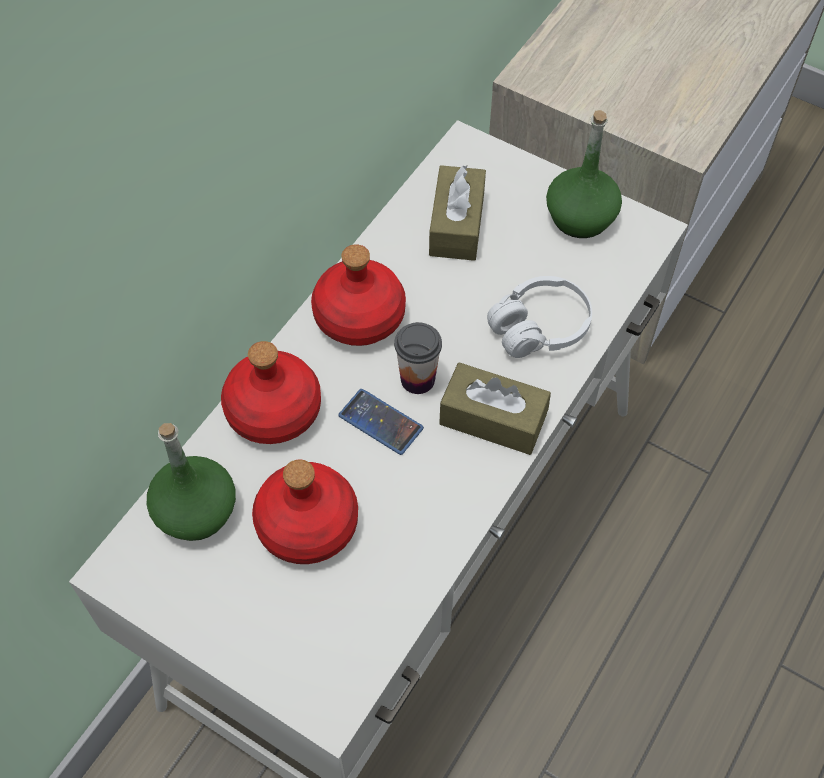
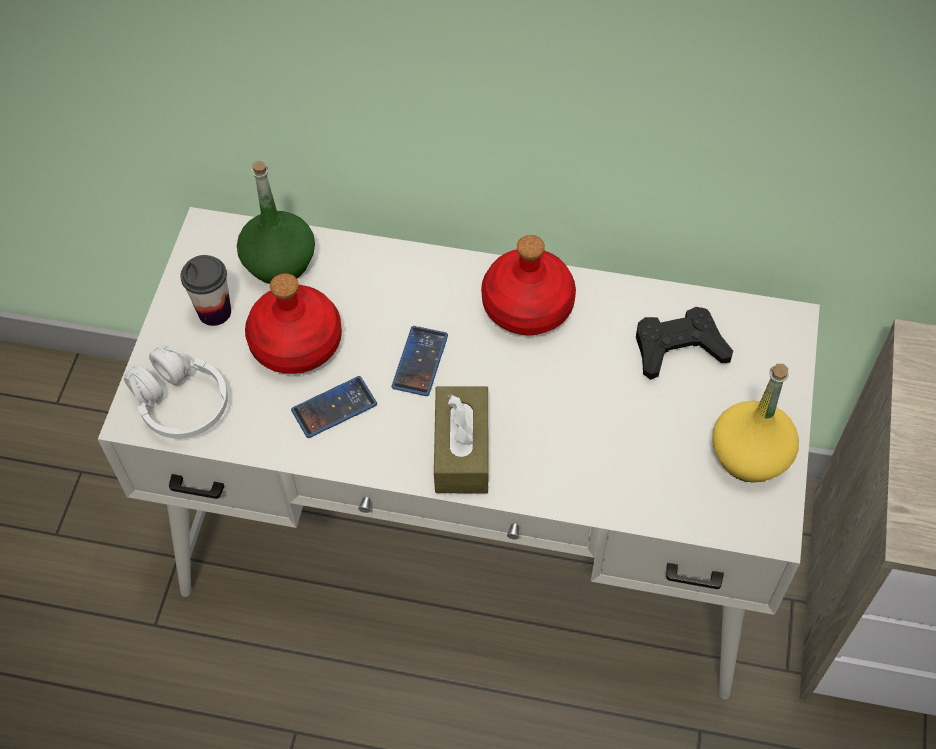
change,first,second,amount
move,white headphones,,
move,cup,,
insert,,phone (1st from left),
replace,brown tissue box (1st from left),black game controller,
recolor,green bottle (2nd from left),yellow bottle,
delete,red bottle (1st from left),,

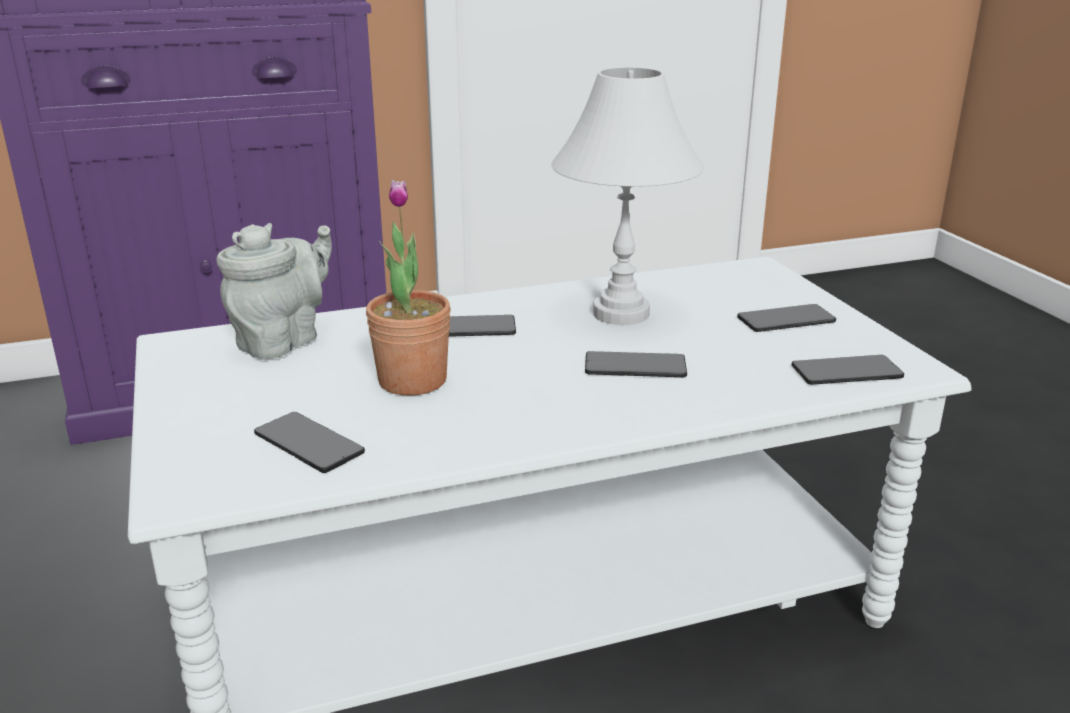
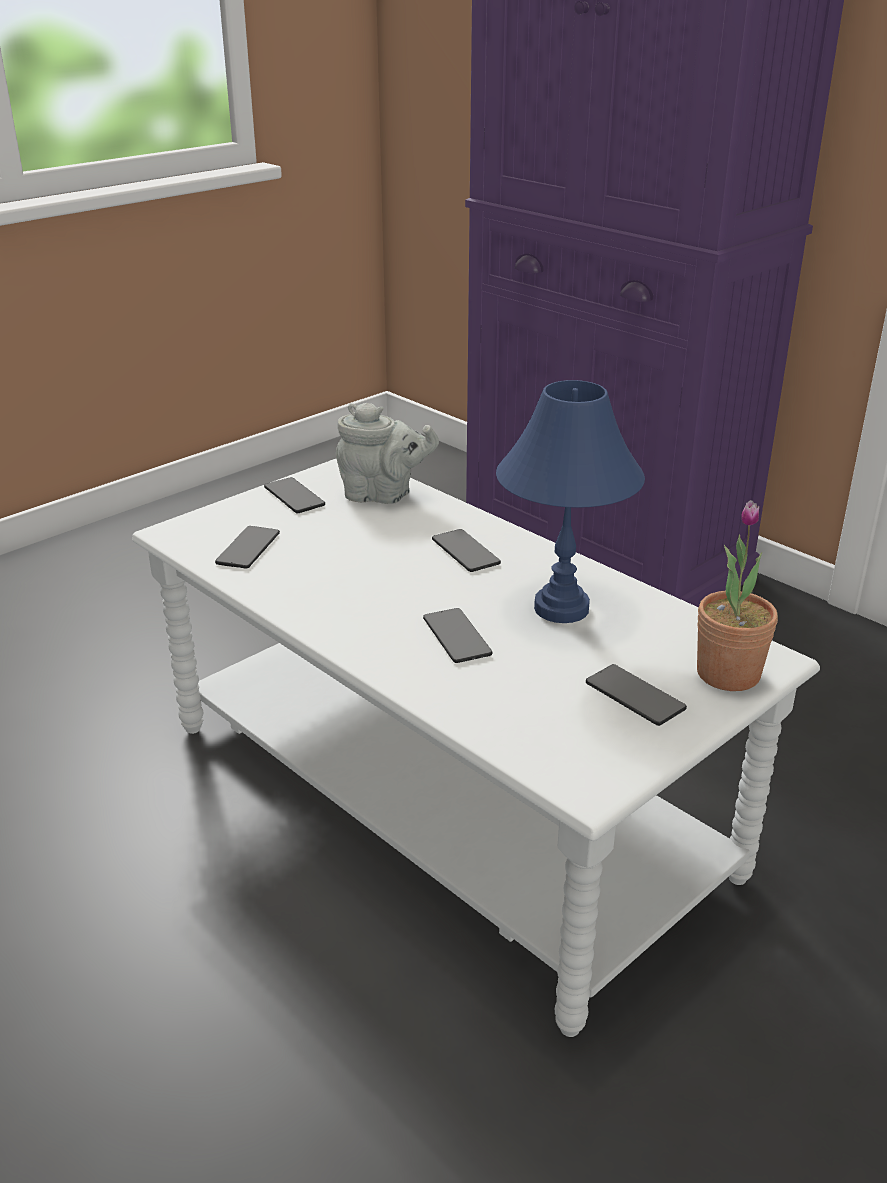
change,first,second,amount
move,phone (5th from left in the first image),phone (2nd from left),
recolor,white table lamp,blue table lamp,
move,potted plant,,

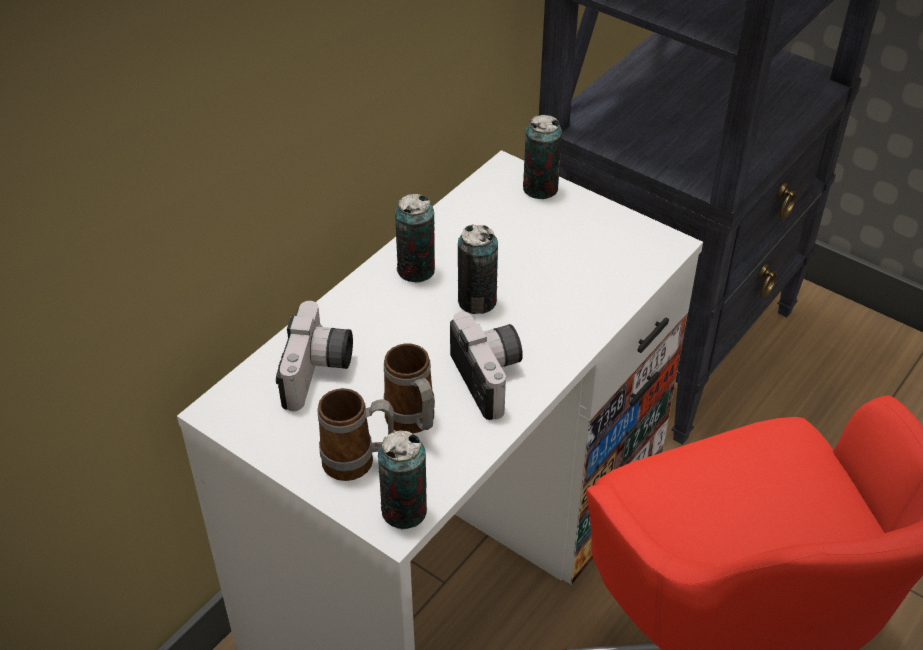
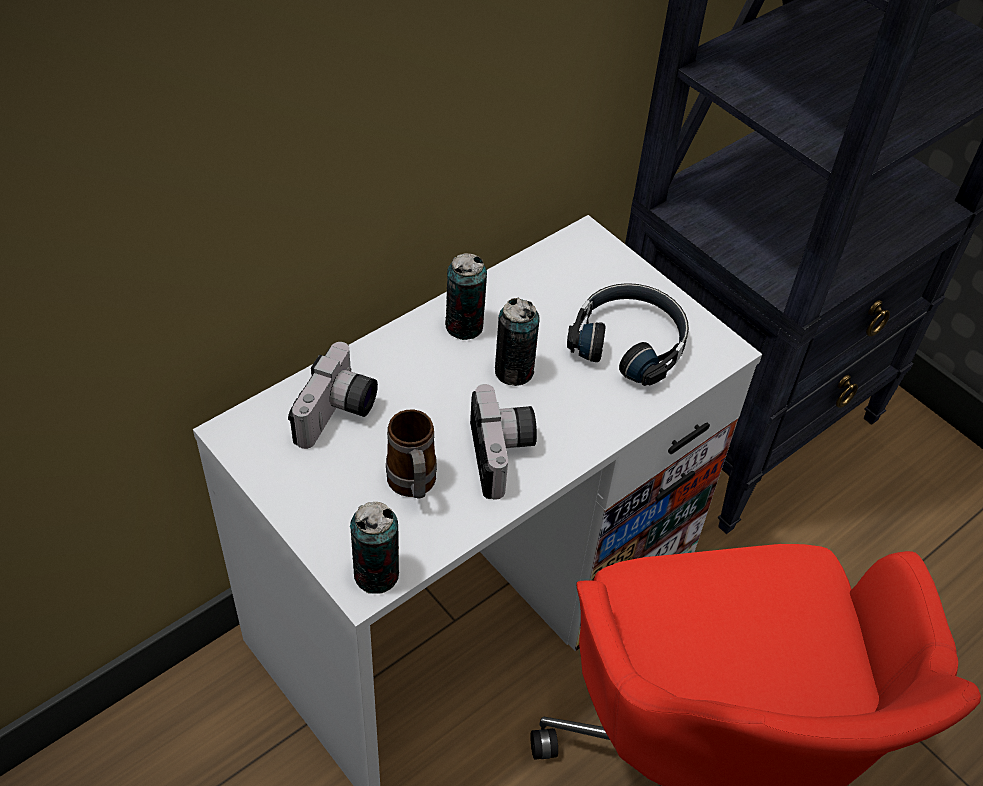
change,first,second,amount
insert,,black headphones,
delete,mug (1st from left),,
delete,can (4th from left),,

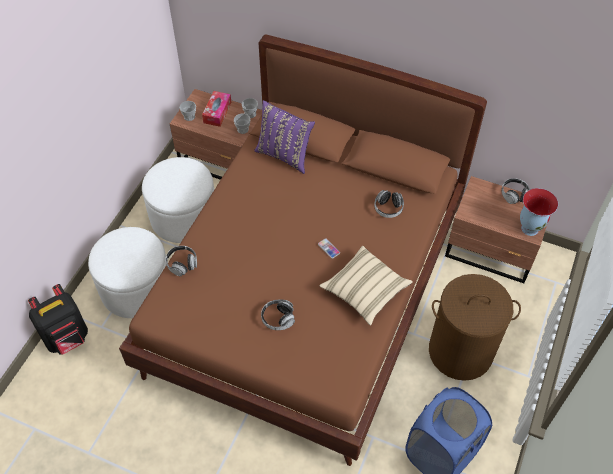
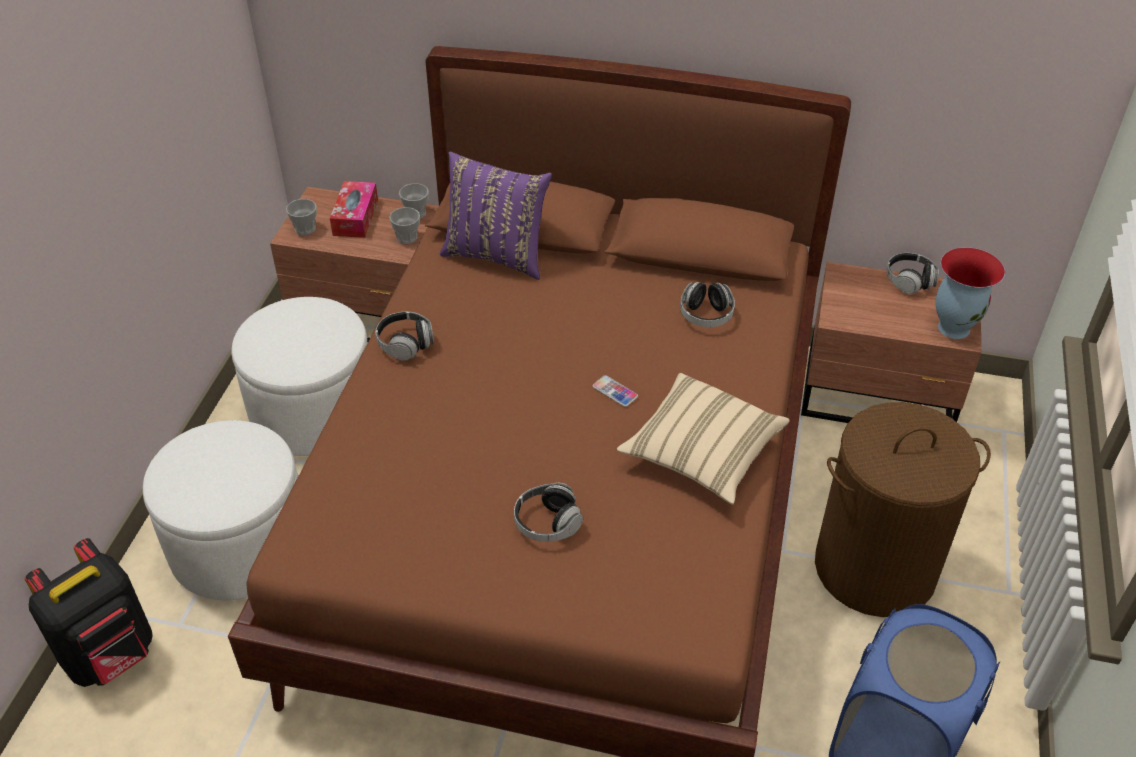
change,first,second,amount
move,headphones (1st from left),,

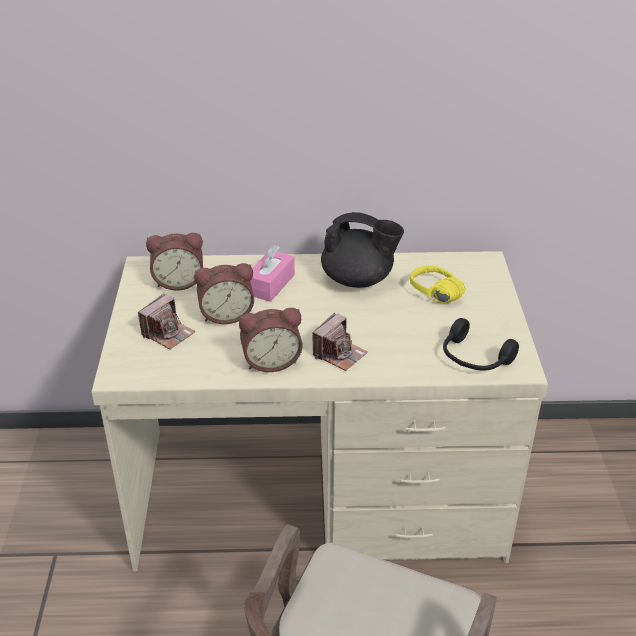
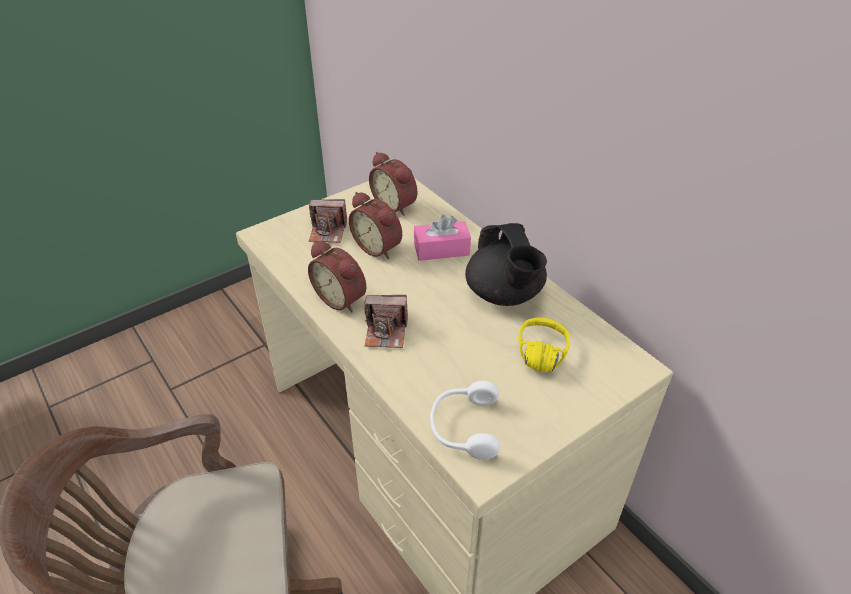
change,first,second,amount
recolor,black headphones,white headphones,

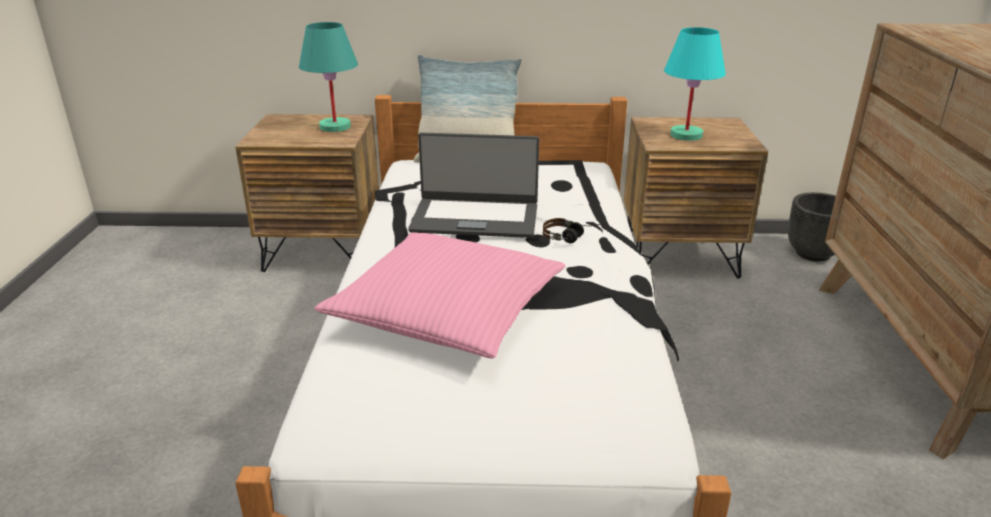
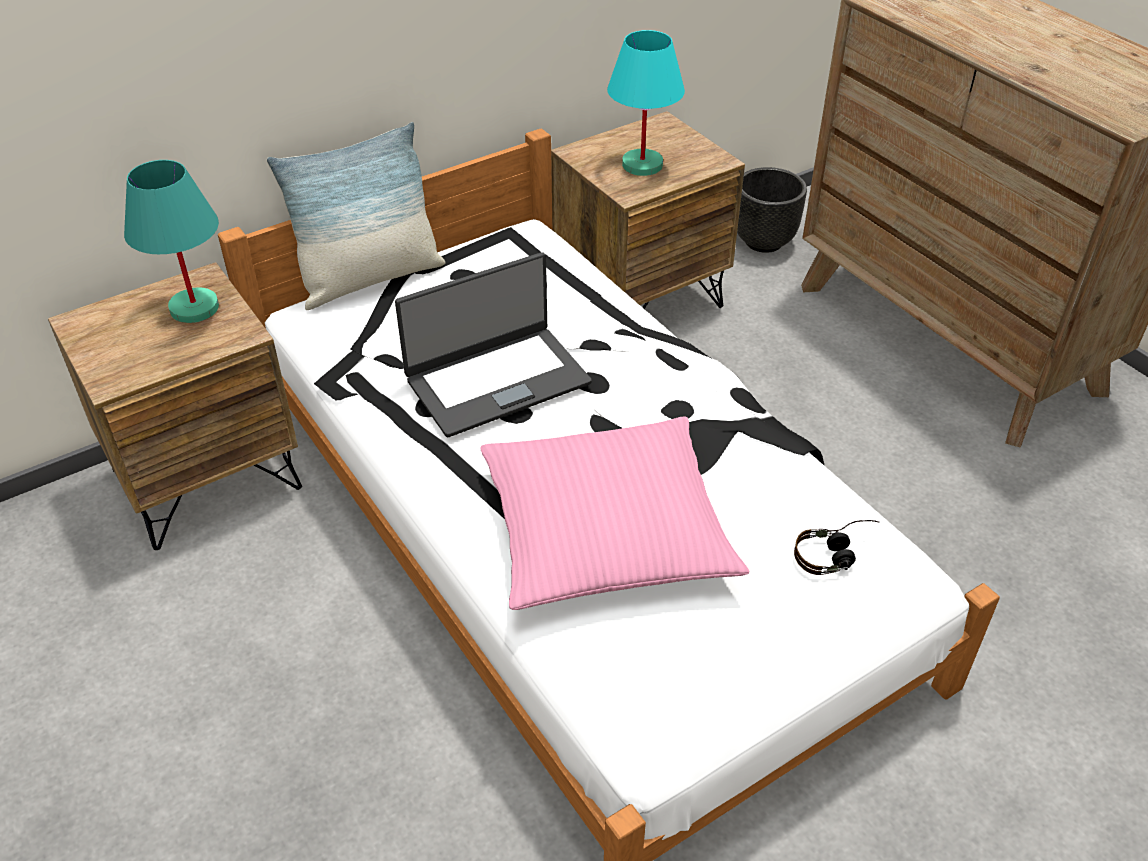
change,first,second,amount
move,headphones,,

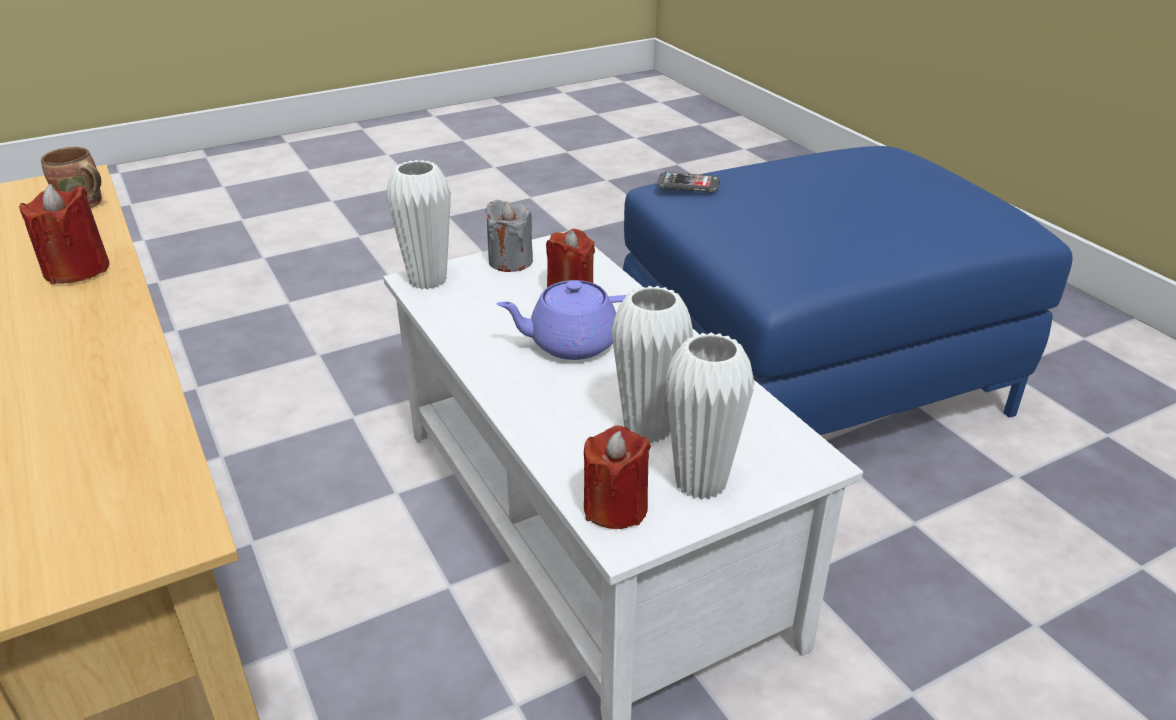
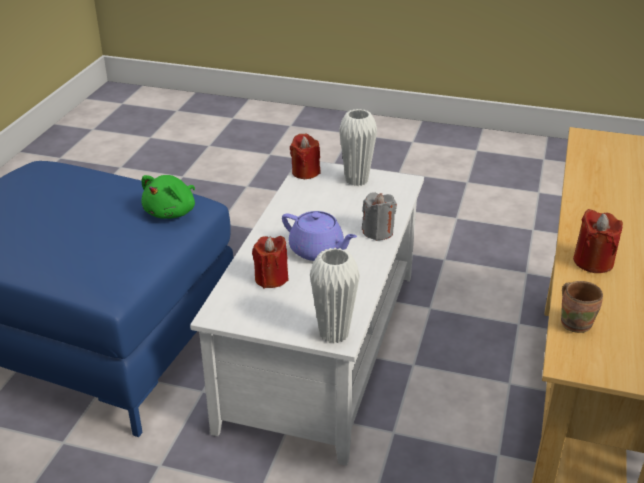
change,first,second,amount
insert,,green plush toy,
move,red candle (3rd from left in the first image),red candle (2nd from left),
move,grey candle,,
delete,white vase (2nd from left),,
delete,phone,,

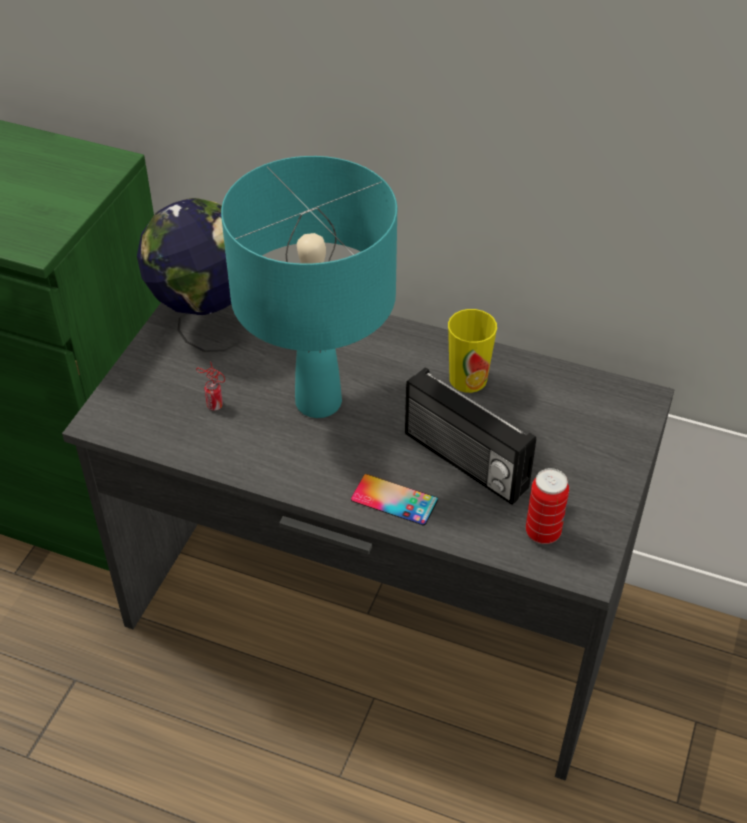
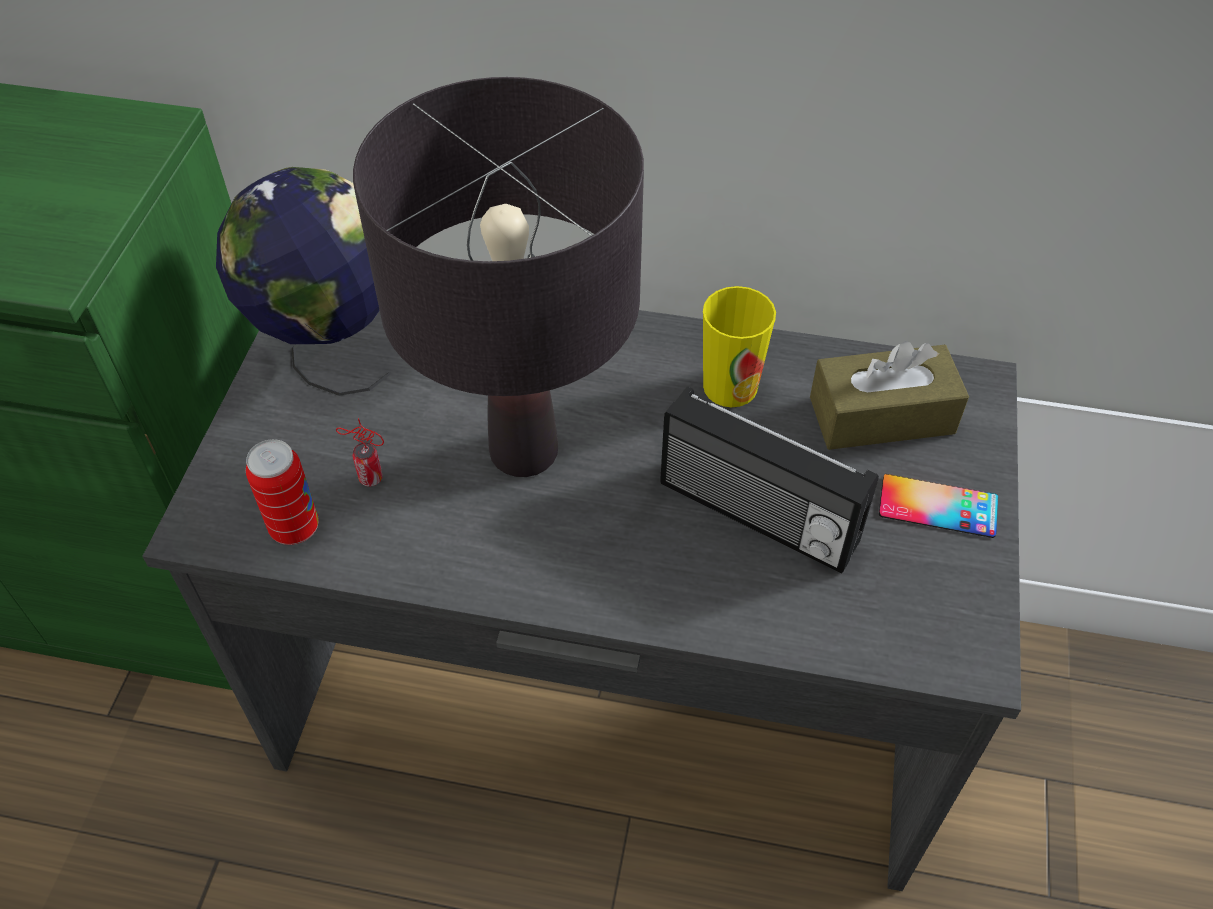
change,first,second,amount
move,can (2nd from left in the first image),can (1st from left),
recolor,turquoise table lamp,black table lamp,
insert,,brown tissue box,
move,phone,,

